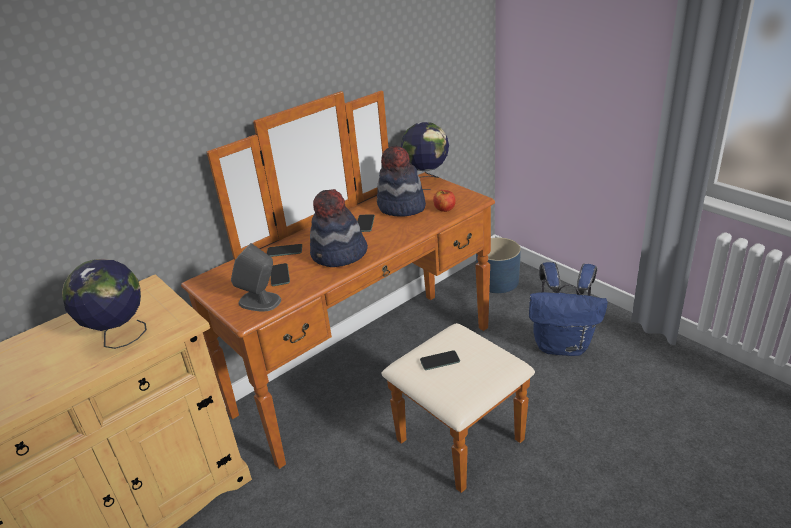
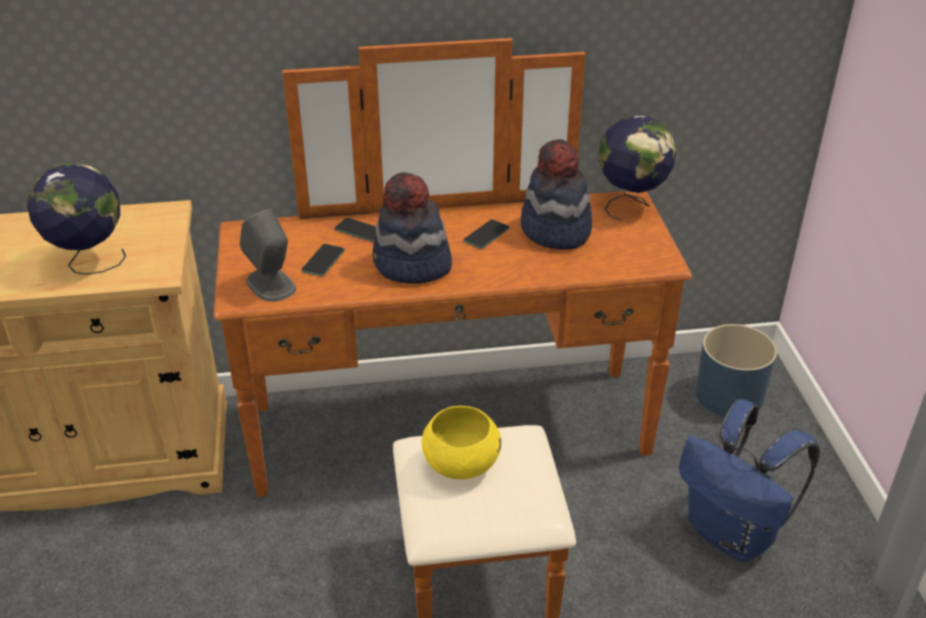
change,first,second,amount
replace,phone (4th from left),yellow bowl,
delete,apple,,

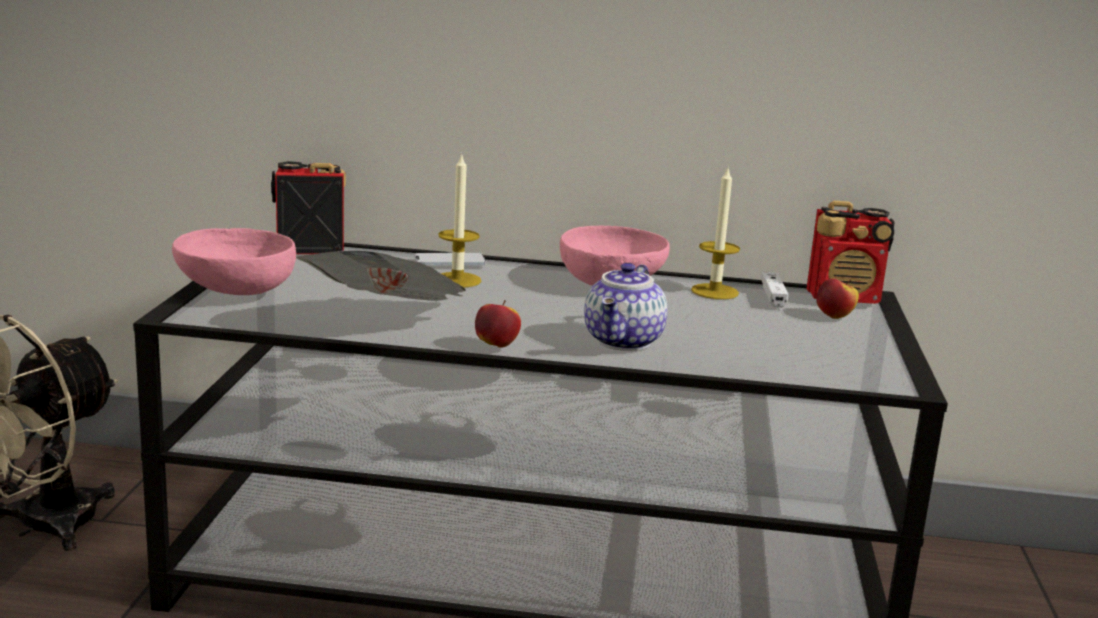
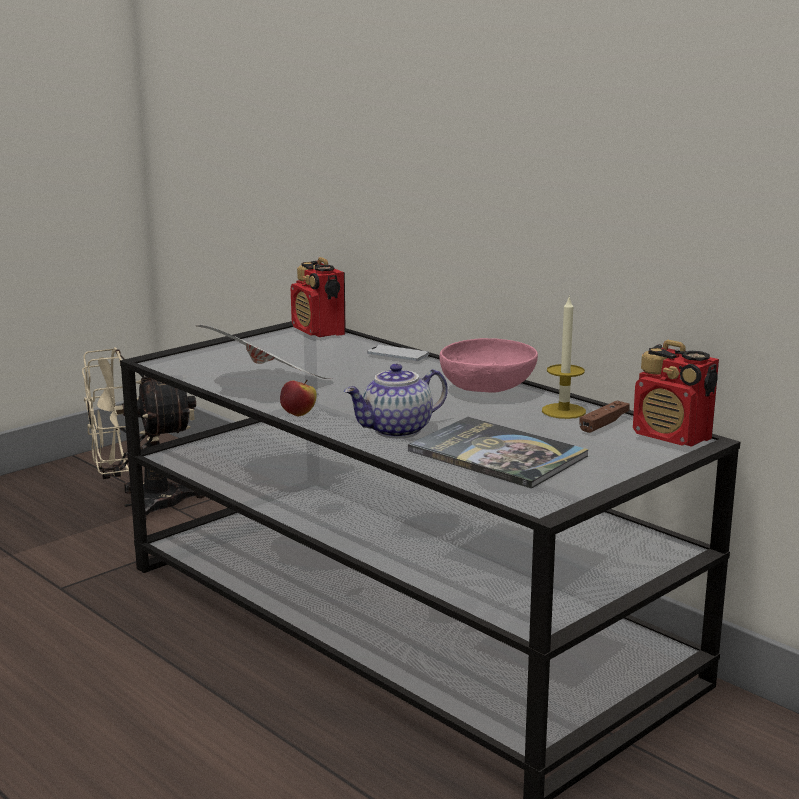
change,first,second,amount
rotate,radio (1st from left),,150 degrees counterclockwise
insert,,book,
recolor,white game controller,brown game controller,
delete,pink bowl (1st from left),,
delete,candle (1st from left),,
delete,apple (2nd from left),,

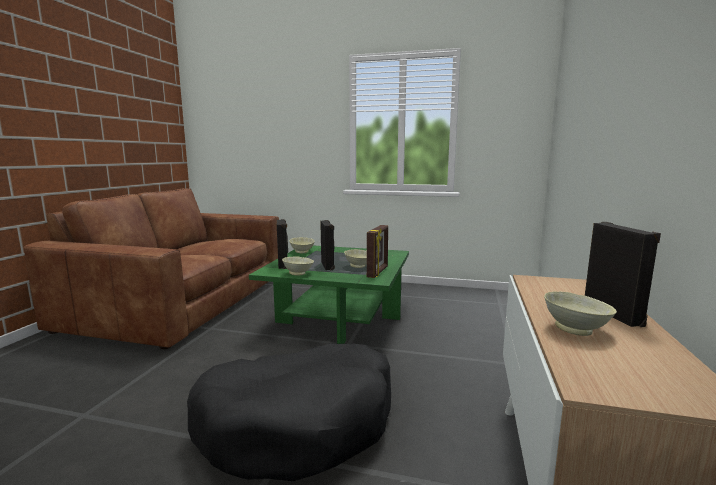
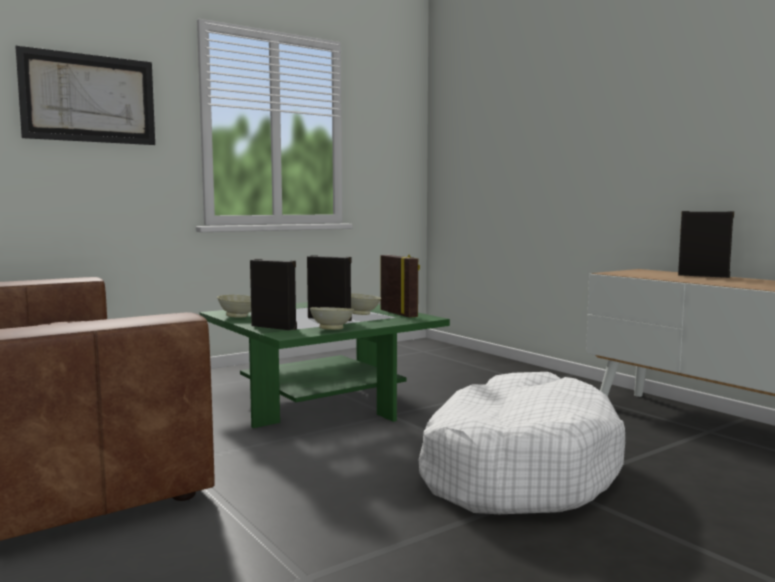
change,first,second,amount
insert,,picture,
recolor,black dog bed,white dog bed,
delete,beige bowl (4th from left),,

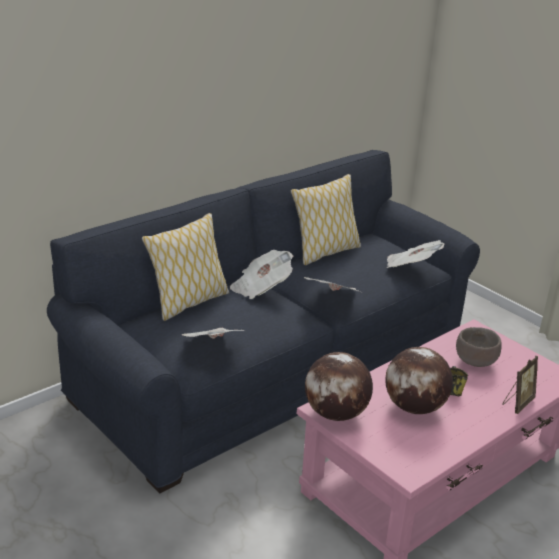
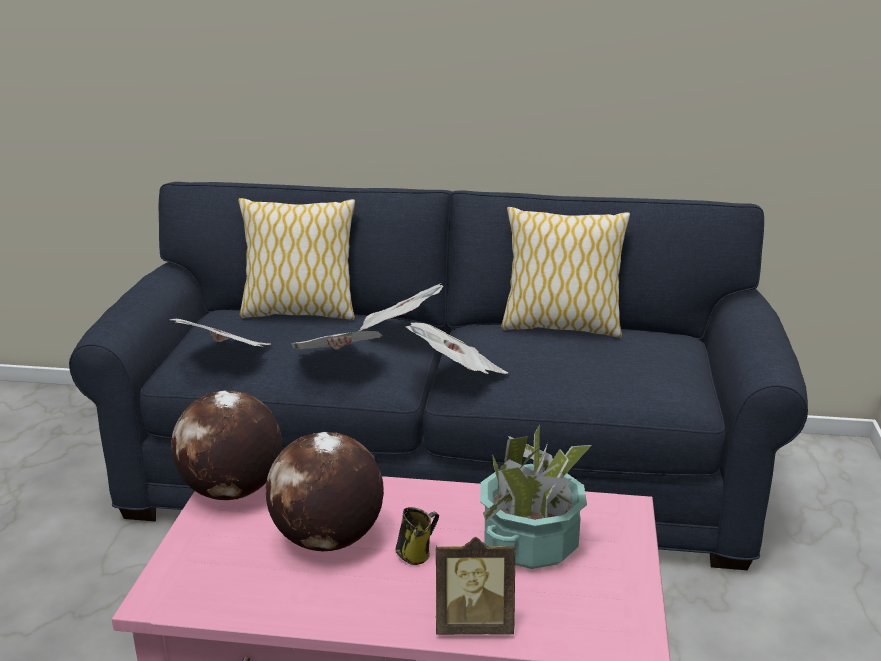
change,first,second,amount
move,newspaper (4th from left in the first image),newspaper (2nd from left),
replace,brown bowl,potted plant,

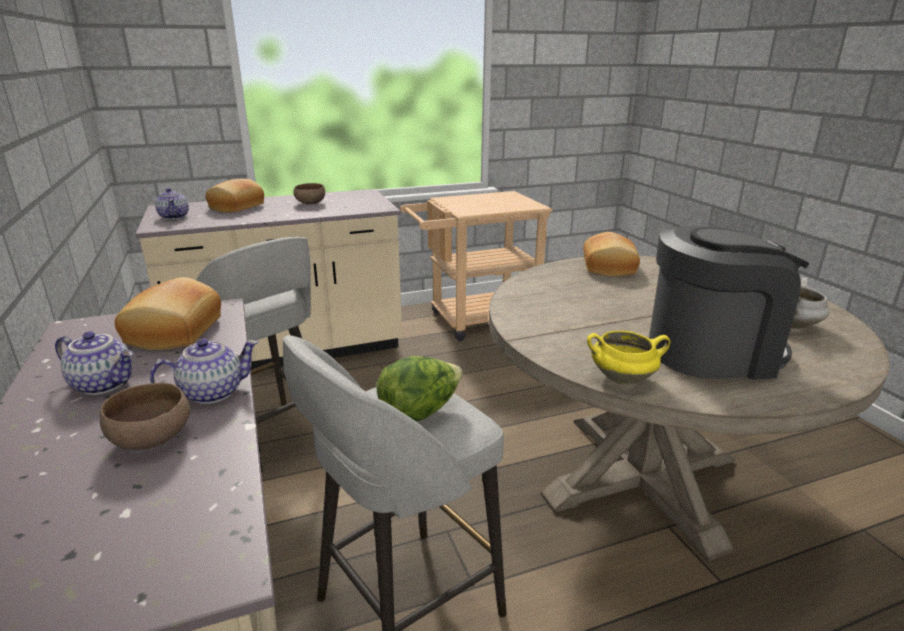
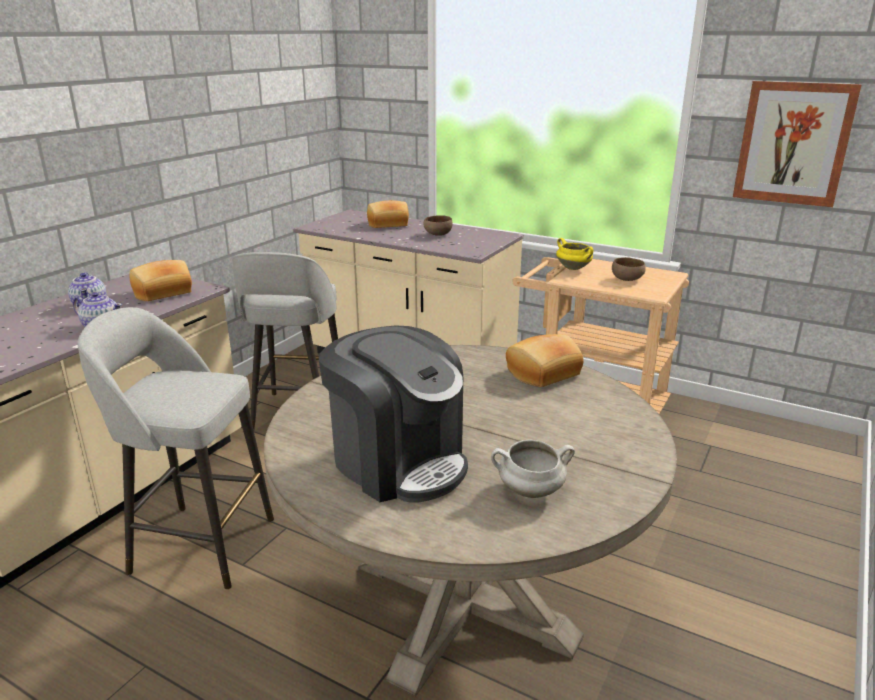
change,first,second,amount
move,yellow cooking pot,,
move,brown bowl (1st from left in the first image),brown bowl (2nd from left),
insert,,picture,
delete,teapot (2nd from left),,
delete,lettuce,,

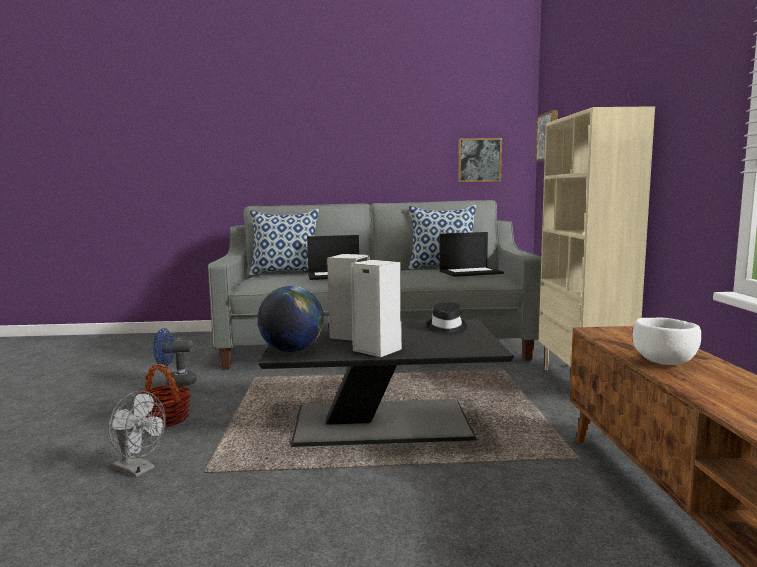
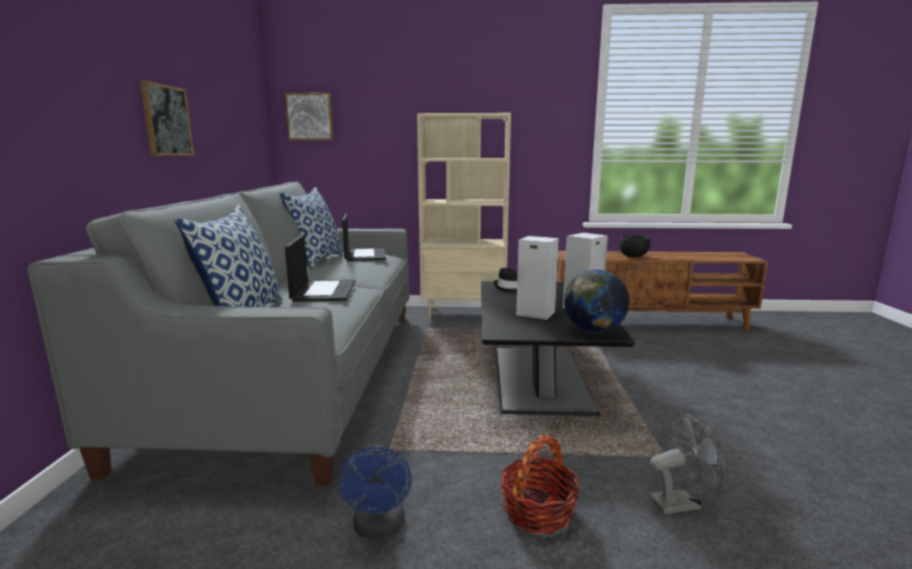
change,first,second,amount
move,picture (1st from left),,
recolor,white bowl,black bowl,
rotate,grey fan,,45 degrees clockwise

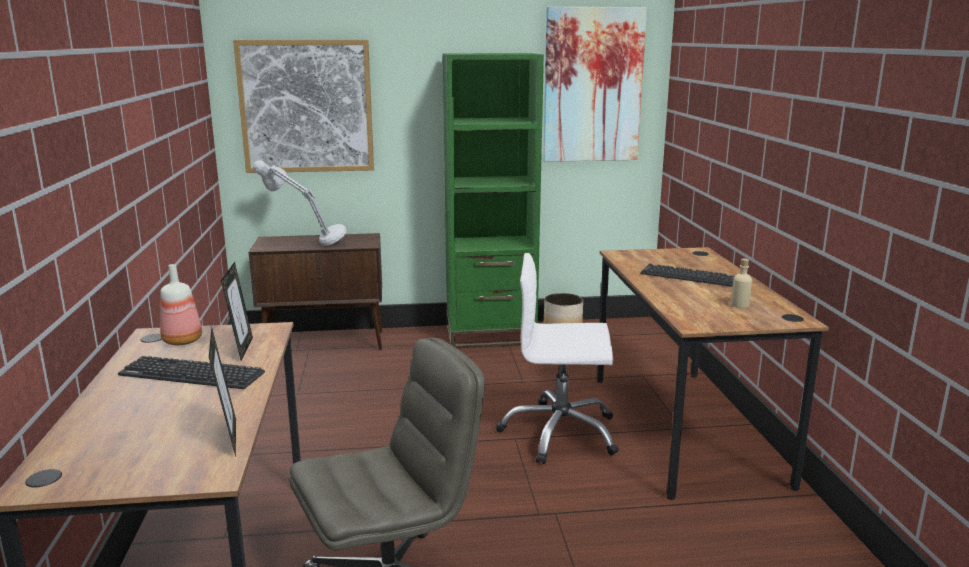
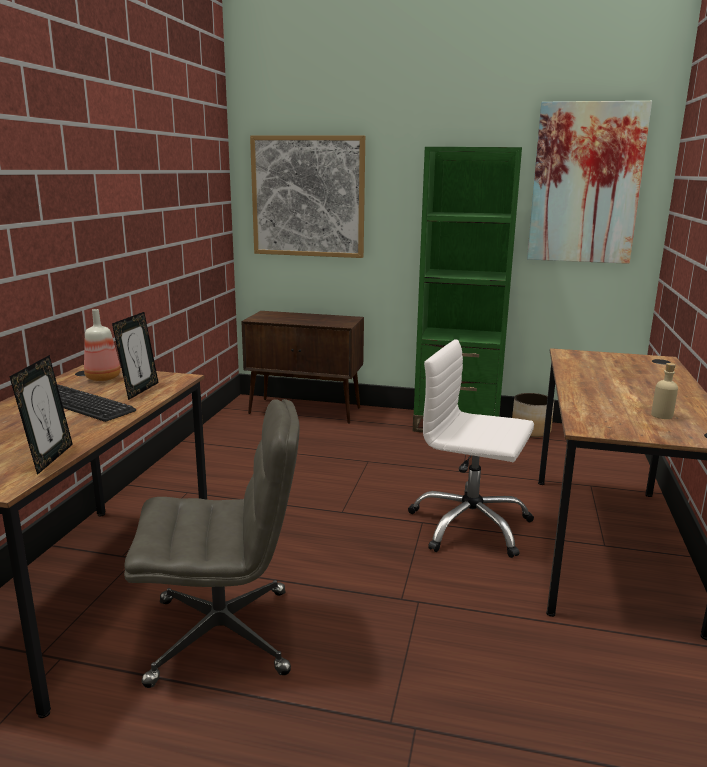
change,first,second,amount
delete,grey table lamp,,
delete,keyboard (2nd from left),,

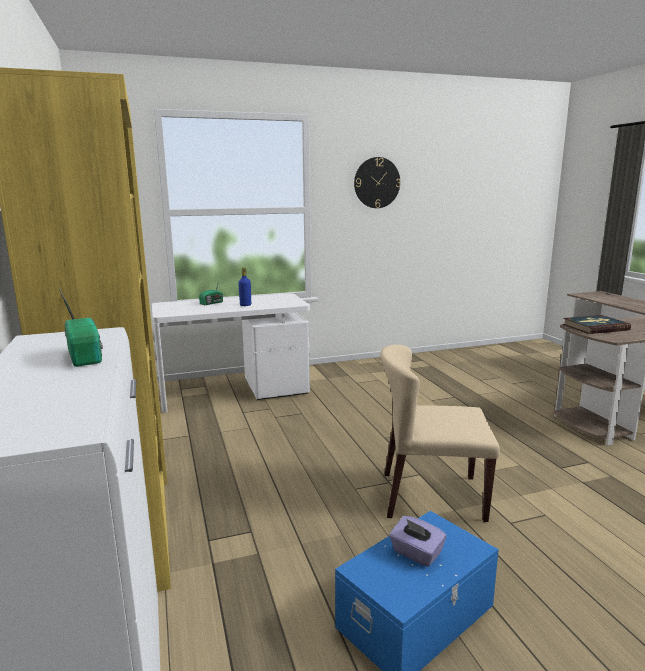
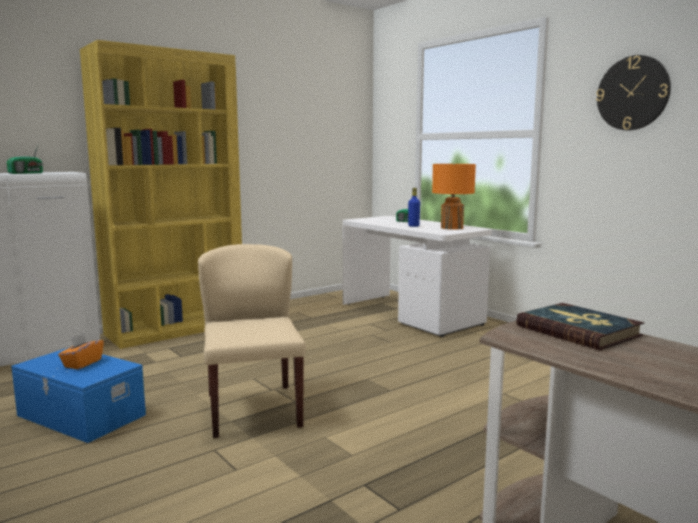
change,first,second,amount
recolor,purple tissue box,orange tissue box,
insert,,orange table lamp,

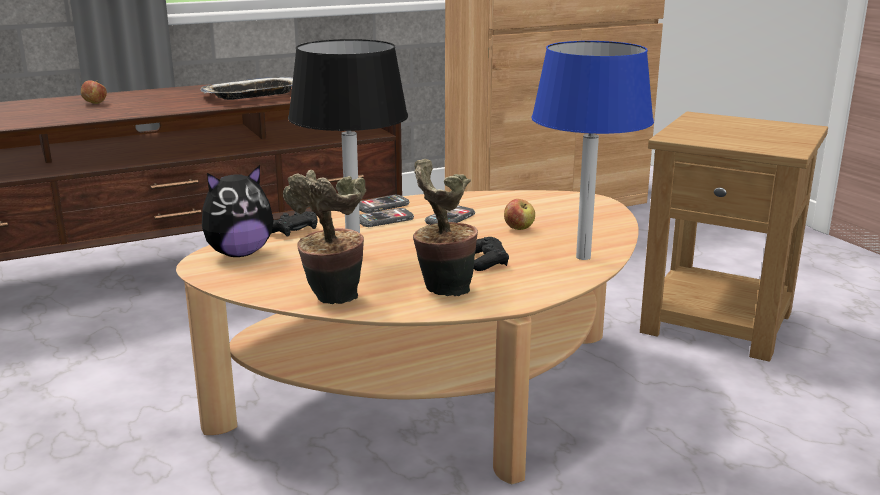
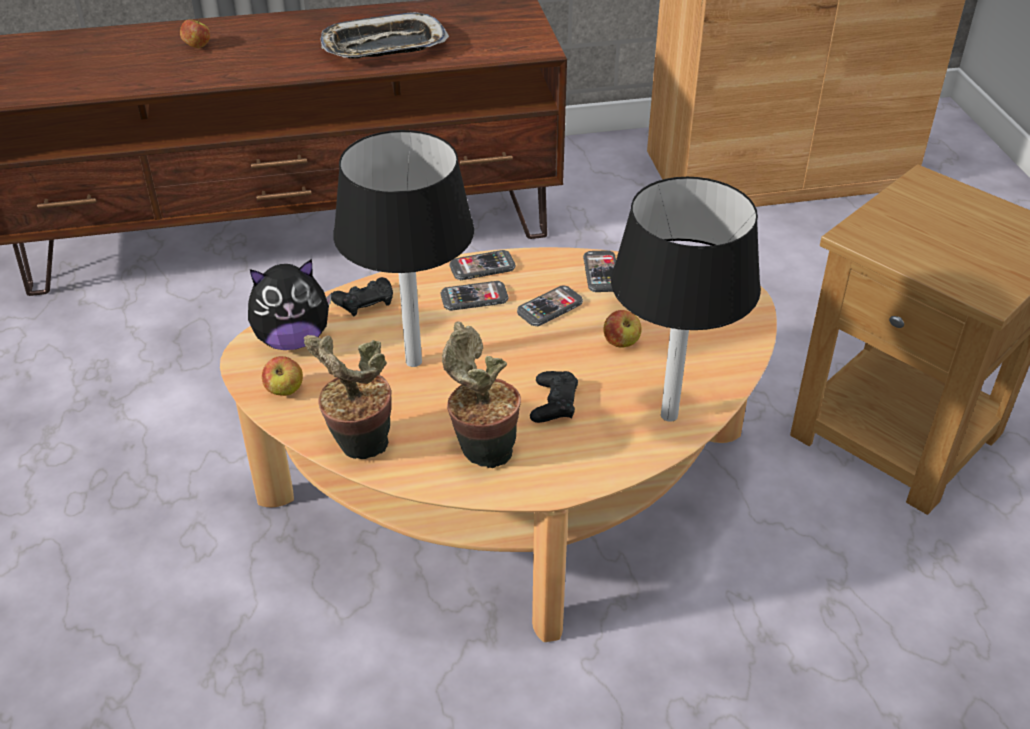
change,first,second,amount
insert,,apple (2nd from left),
insert,,phone (4th from left),
recolor,blue table lamp,black table lamp (2nd from left),

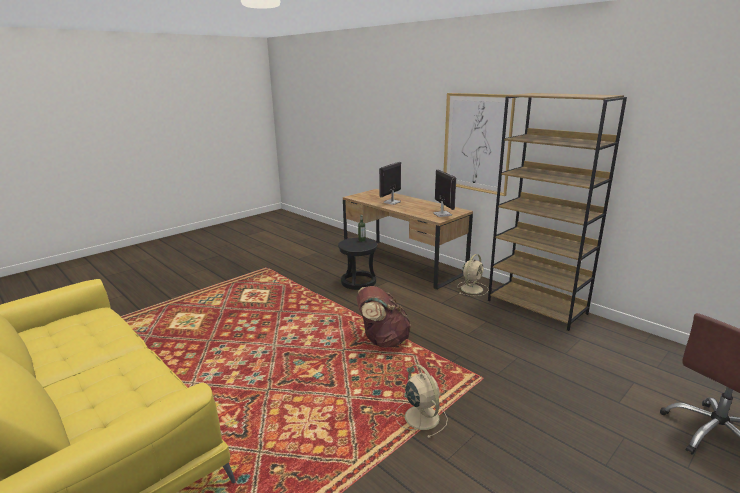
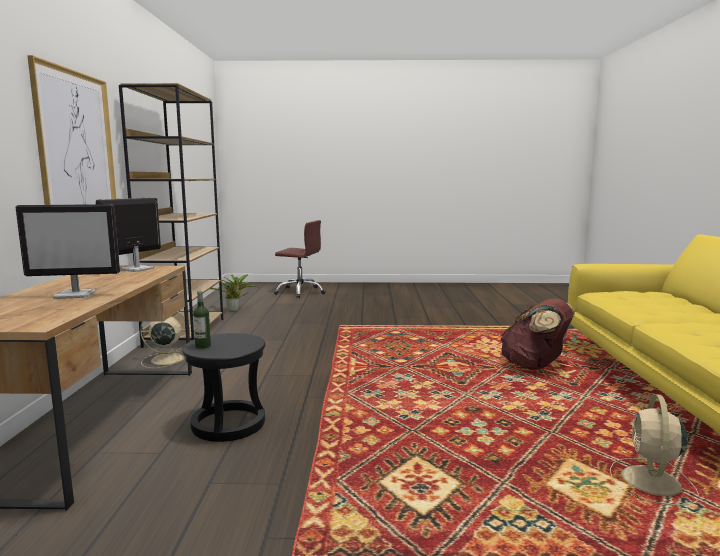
change,first,second,amount
insert,,potted plant,
move,brown backpack,,
move,beige fan (1st from left in the first image),beige fan (2nd from left),

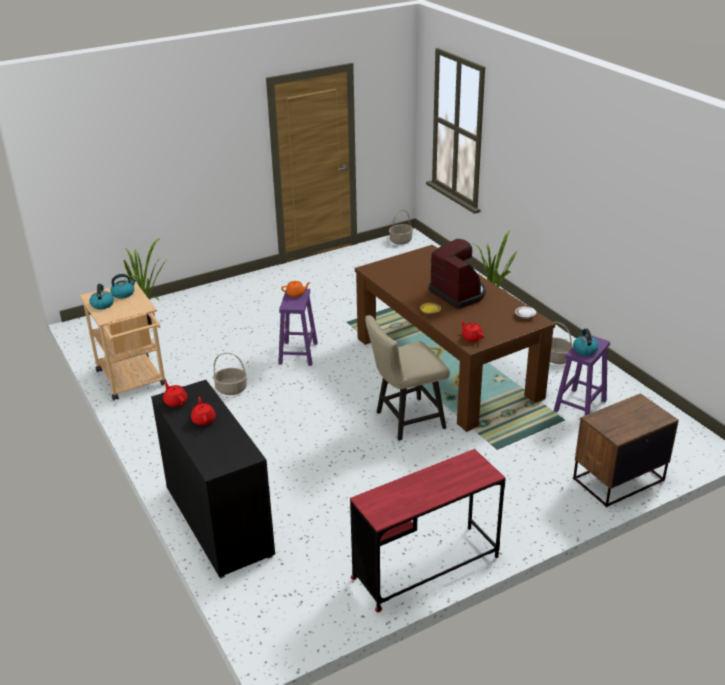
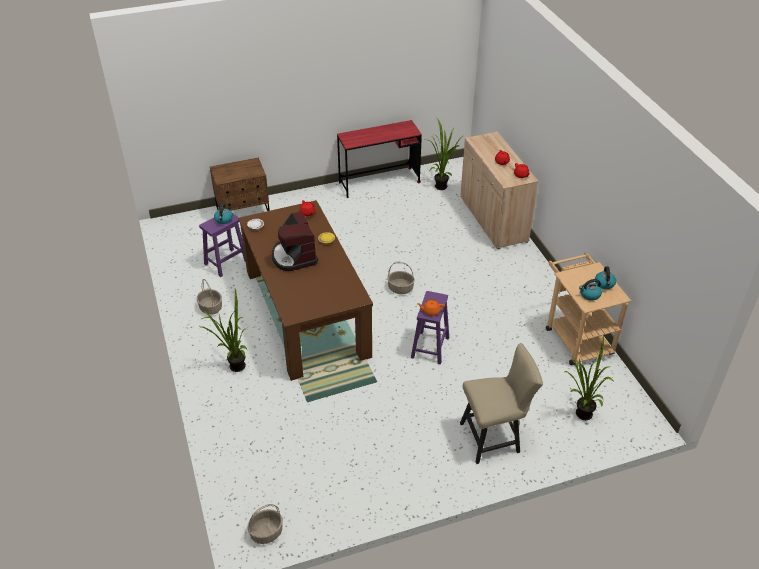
change,first,second,amount
move,basket (1st from left in the first image),basket (3rd from left),
insert,,potted plant (2nd from left),
recolor,black cabinet,beige cabinet,
move,beige chair,,

